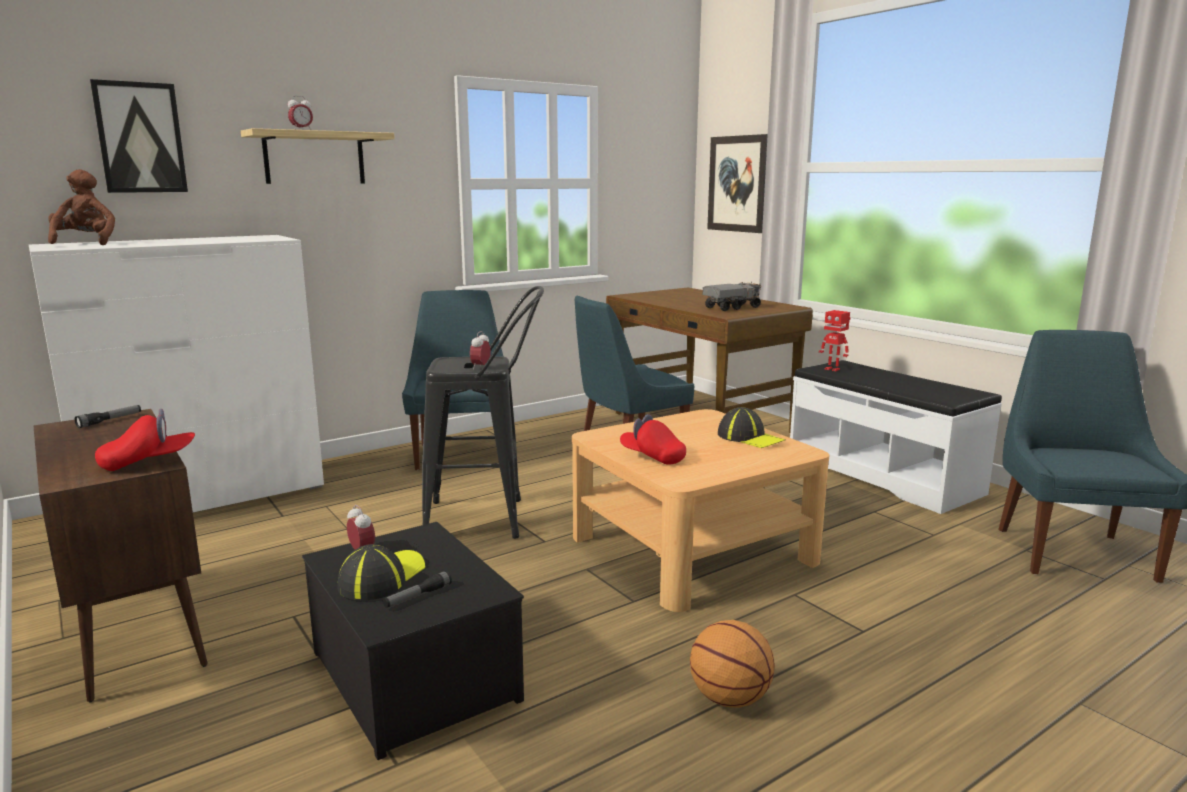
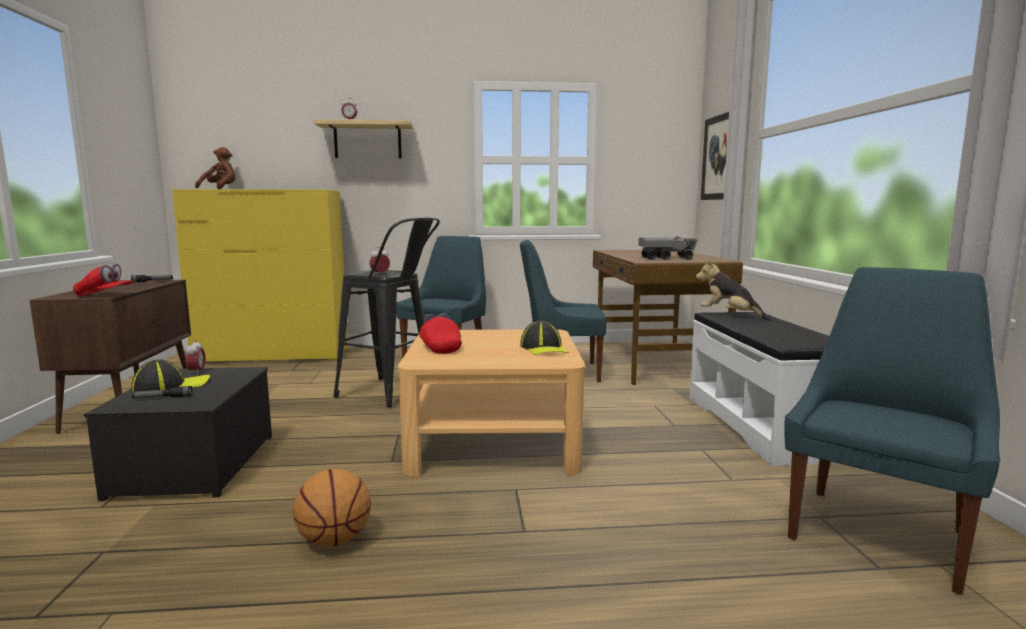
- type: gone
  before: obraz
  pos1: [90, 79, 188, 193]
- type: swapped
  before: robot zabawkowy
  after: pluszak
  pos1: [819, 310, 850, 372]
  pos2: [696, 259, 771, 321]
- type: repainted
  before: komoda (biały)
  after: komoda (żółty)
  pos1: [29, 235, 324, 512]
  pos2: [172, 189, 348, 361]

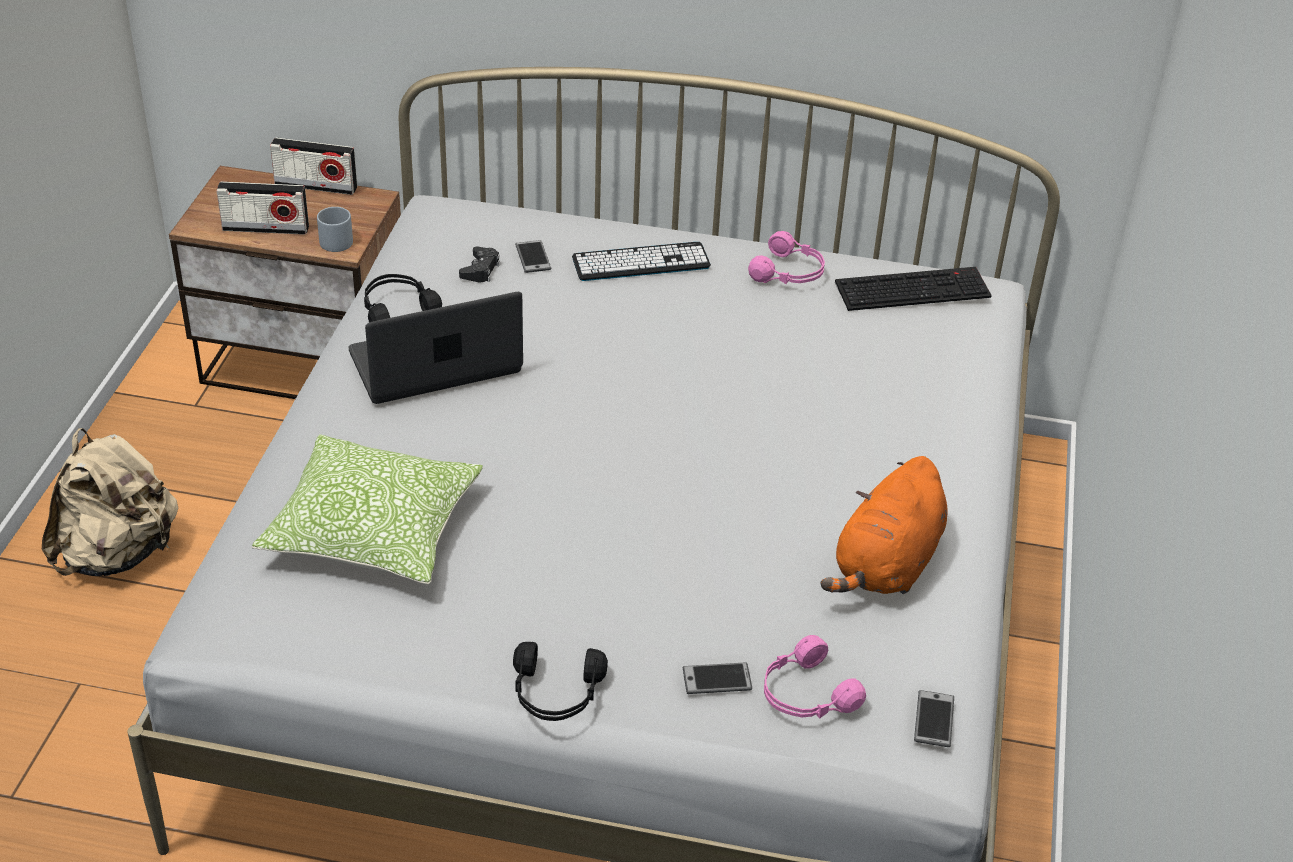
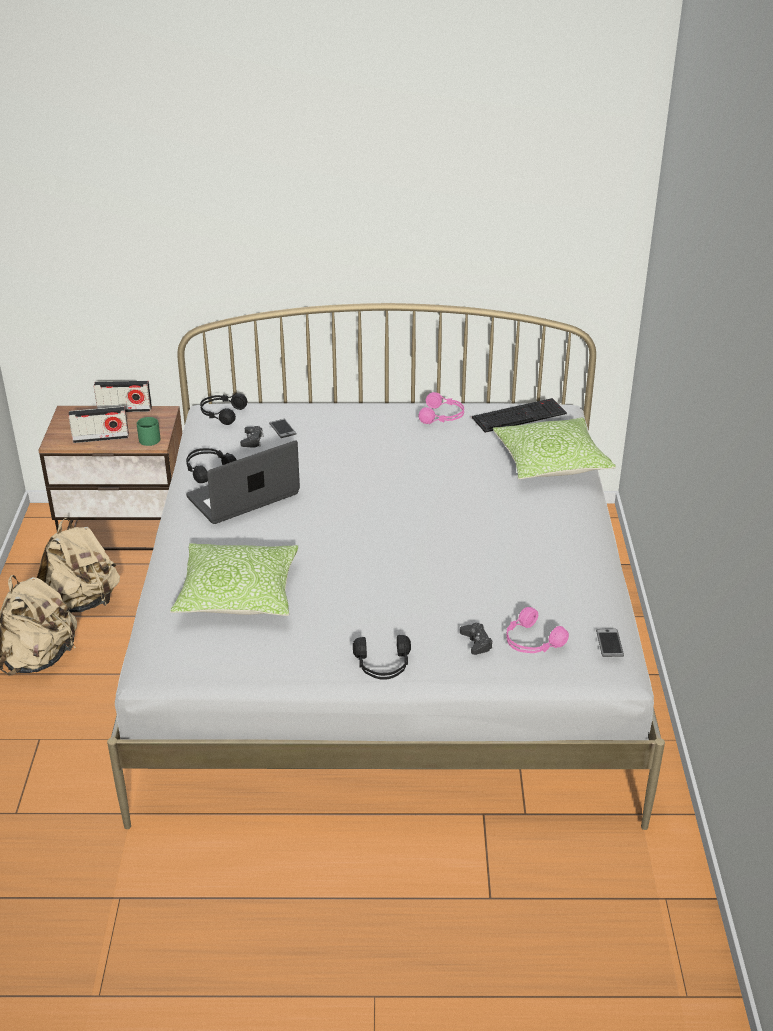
- type: gone
  before: klawiatura
  pos1: [572, 242, 711, 281]
- type: gone
  before: pluszak (pomarańczowy)
  pos1: [821, 456, 948, 594]
- type: new
  after: plecak (beżowy)
  pos2: [37, 518, 120, 613]
- type: new
  after: słuchawki (czarny)
  pos2: [200, 393, 247, 425]
- type: new
  after: poduszka
  pos2: [493, 417, 616, 479]
- type: swapped
  before: telefon
  after: pad do gier (czarny)
  pos1: [683, 662, 752, 694]
  pos2: [460, 623, 493, 655]
- type: repainted
  before: kubek (szary)
  after: kubek (zielony)
  pos1: [317, 207, 353, 252]
  pos2: [137, 417, 160, 446]

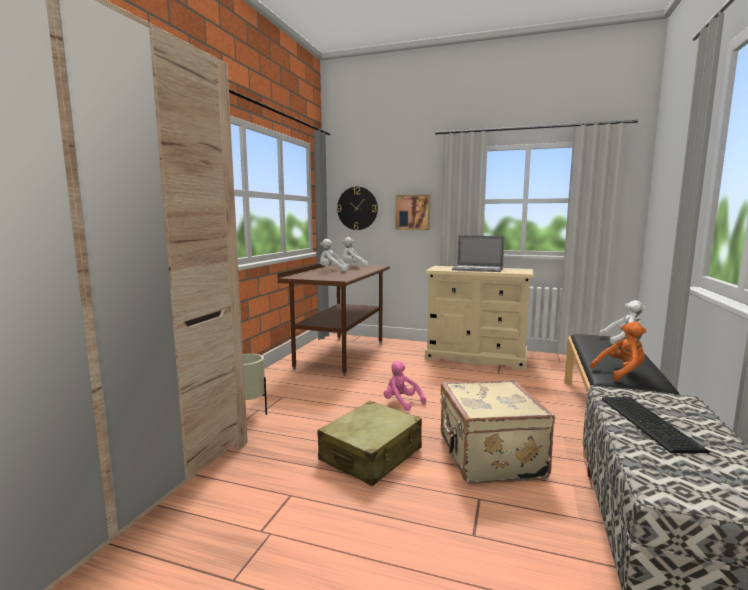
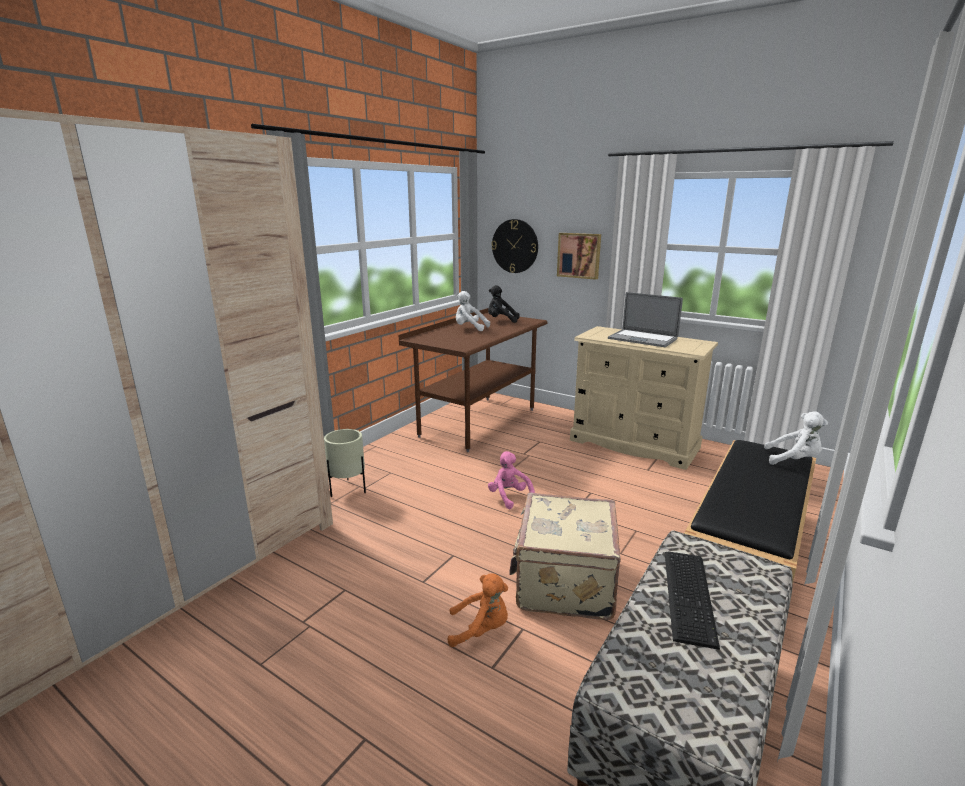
- type: gone
  before: walizka (beżowy)
  pos1: [318, 401, 422, 486]
- type: shifted
  before: pluszak (pomarańczowy)
  pos1: [590, 321, 646, 381]
  pos2: [448, 573, 508, 647]
- type: repainted
  before: pluszak (biały)
  after: pluszak (czarny)
  pos1: [342, 237, 368, 267]
  pos2: [488, 285, 520, 323]

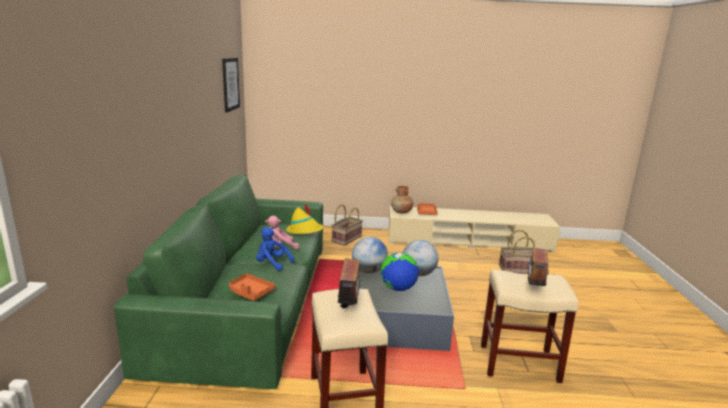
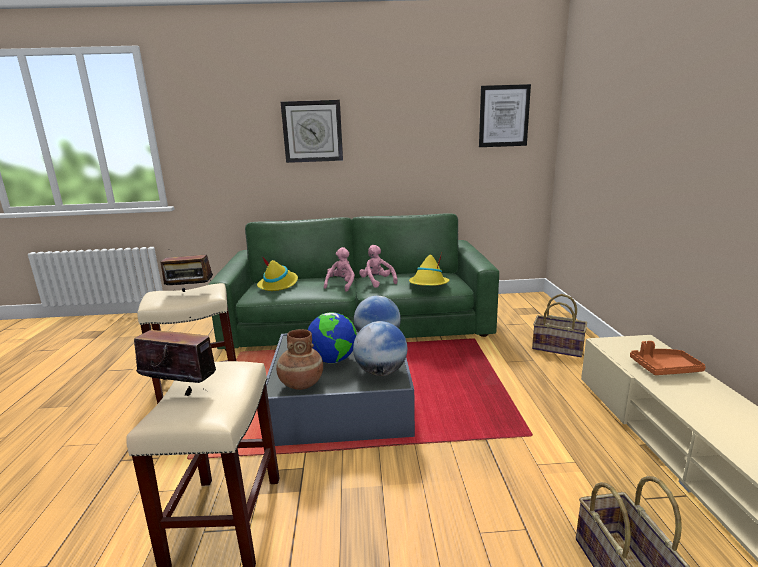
- type: new
  after: zegar ścienny
  pos2: [281, 100, 343, 163]
- type: shifted
  before: wazon (brązowy)
  pos1: [391, 186, 413, 214]
  pos2: [276, 329, 323, 390]
- type: swapped
  before: taca (pomarańczowy)
  after: kapelusz (żółty)
  pos1: [229, 273, 275, 301]
  pos2: [257, 257, 298, 291]
- type: repainted
  before: pluszak (niebieski)
  after: pluszak (różowy)
  pos1: [256, 227, 294, 271]
  pos2: [324, 247, 355, 292]

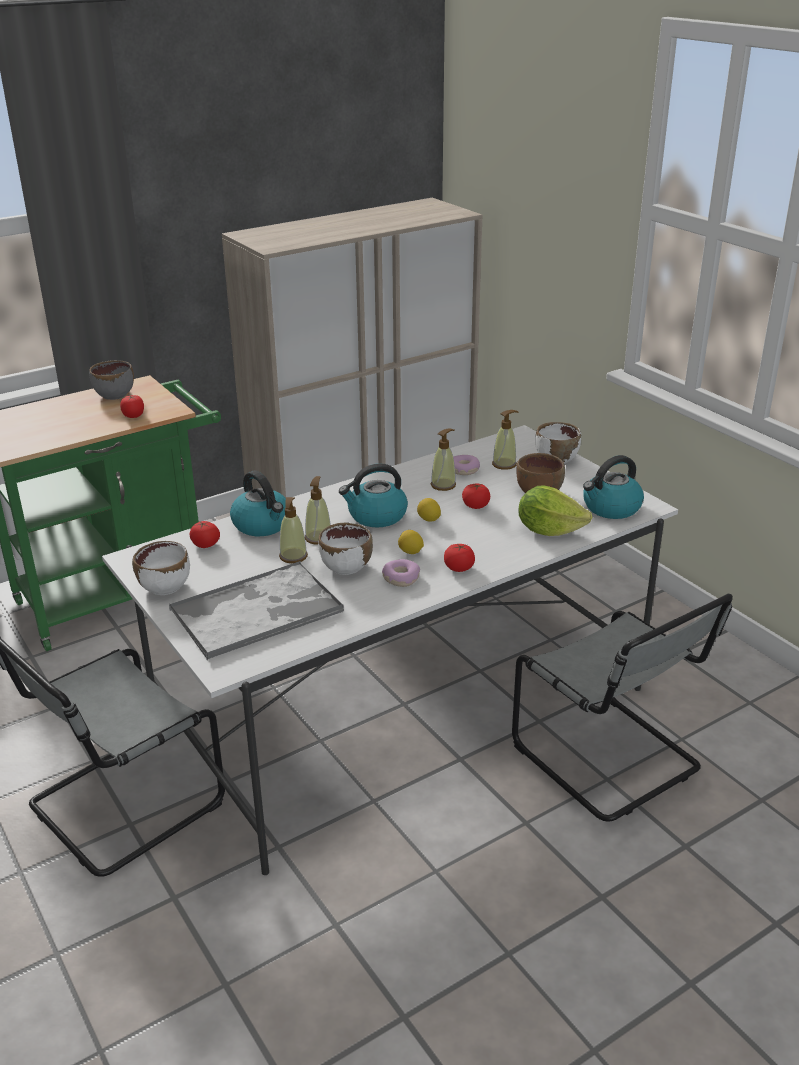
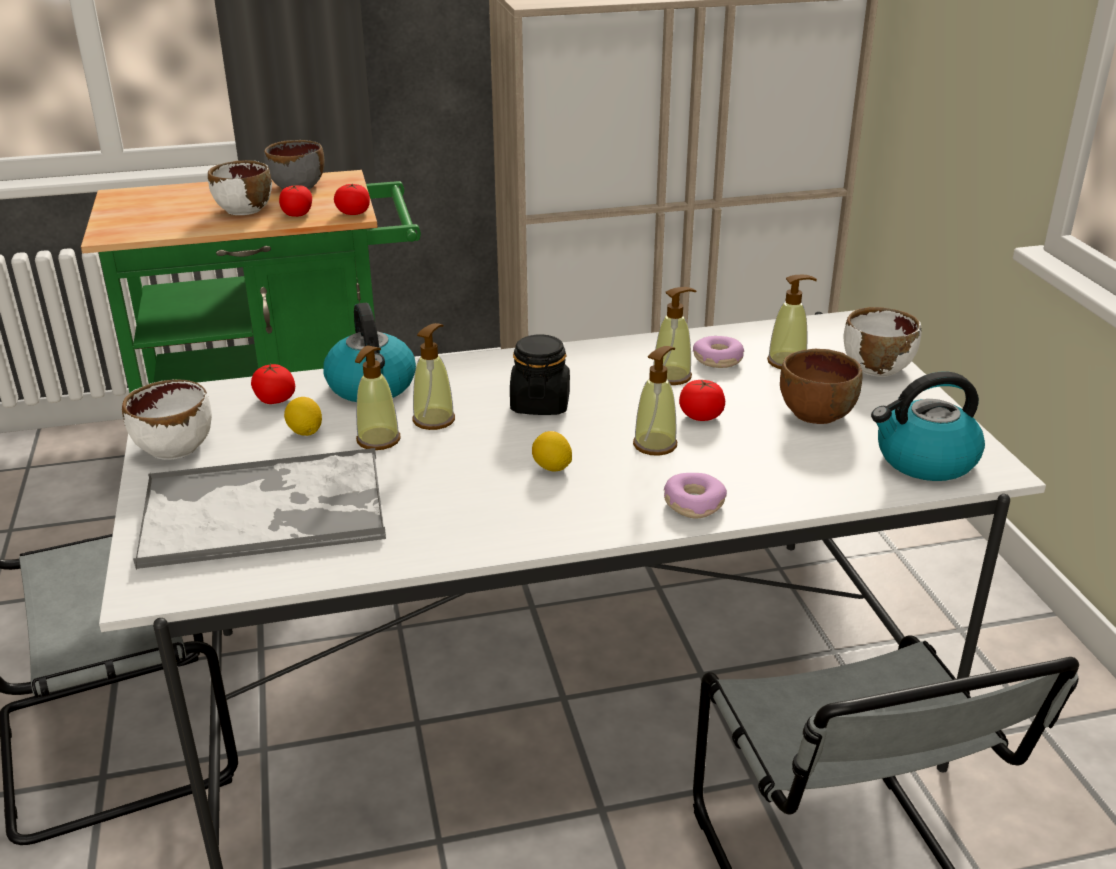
- type: gone
  before: sałata
  pos1: [518, 485, 592, 536]
- type: new
  after: dozownik mydła
  pos2: [633, 346, 677, 456]
- type: shifted
  before: miska (biały)
  pos1: [318, 522, 373, 575]
  pos2: [208, 160, 272, 215]
- type: shifted
  before: donut
  pos1: [382, 559, 420, 587]
  pos2: [664, 473, 727, 519]
- type: shifted
  before: cytryna
  pos1: [417, 498, 441, 522]
  pos2: [284, 397, 322, 436]
- type: shifted
  before: pomidor
  pos1: [444, 544, 475, 572]
  pos2: [334, 184, 370, 215]
- type: swapped
  before: czajnik
  after: słoik (czarny)
  pos1: [339, 463, 408, 527]
  pos2: [510, 334, 570, 415]

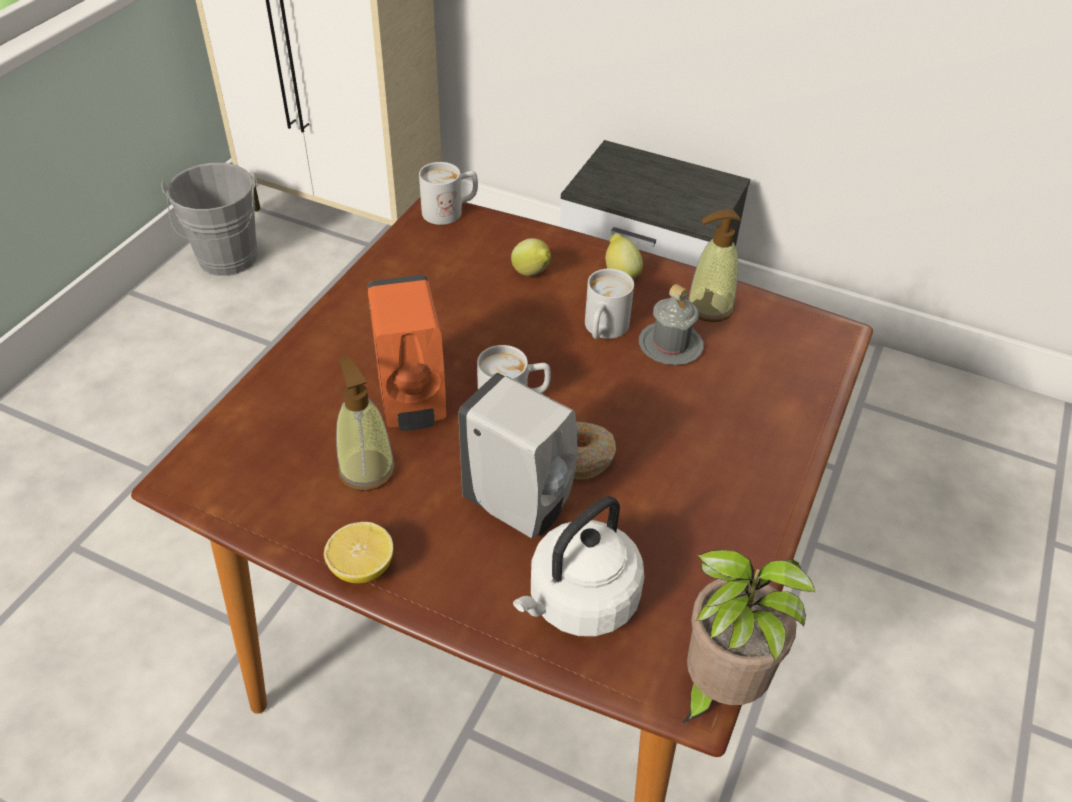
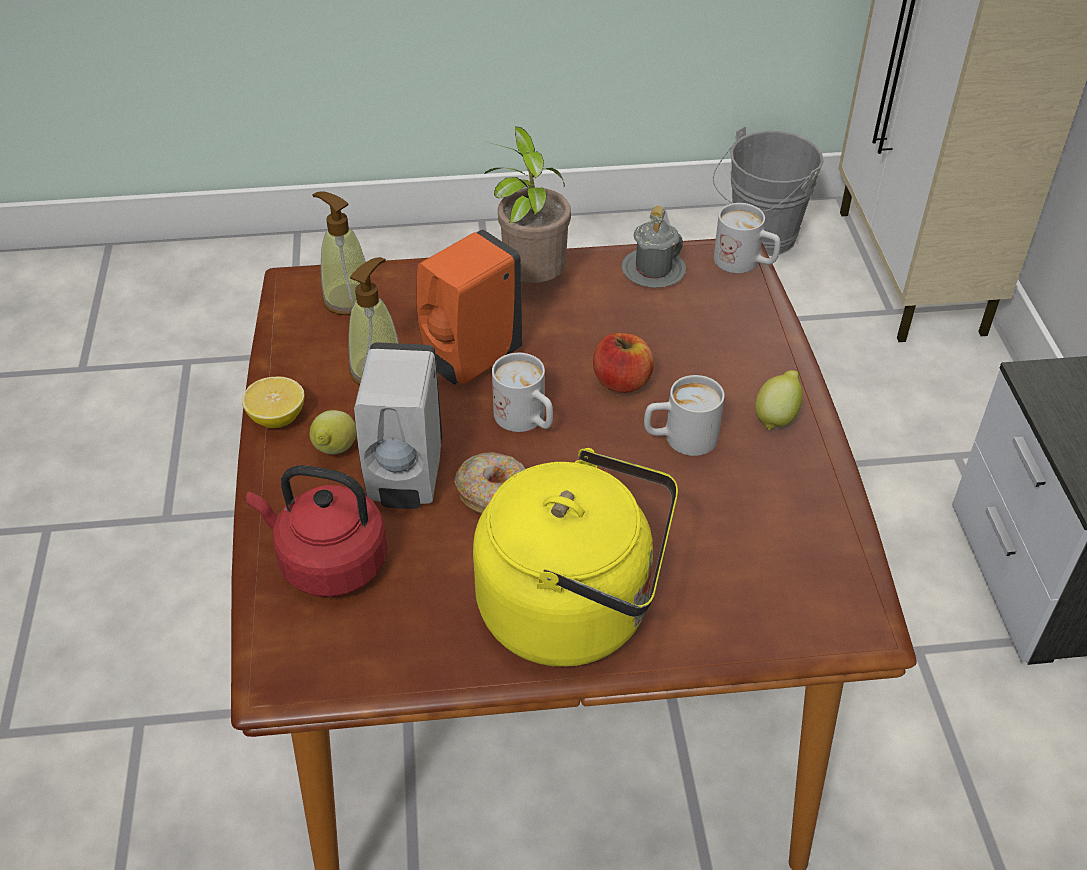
- type: new
  after: czajnik (żółty)
  pos2: [473, 448, 678, 667]
- type: new
  after: jabłko
  pos2: [593, 333, 654, 393]
- type: shifted
  before: cytryna
  pos1: [511, 238, 551, 276]
  pos2: [310, 410, 356, 455]
- type: shifted
  before: kubek (szary)
  pos1: [639, 284, 704, 365]
  pos2: [621, 206, 686, 288]
- type: shifted
  before: roślina doniczkowa
  pos1: [681, 550, 816, 724]
  pos2: [484, 126, 571, 283]
- type: shifted
  before: dozownik mydła
  pos1: [687, 209, 741, 322]
  pos2: [312, 191, 366, 315]
- type: repainted
  before: czajnik (biały)
  after: czajnik (czerwony)
  pos1: [513, 496, 644, 637]
  pos2: [246, 465, 388, 597]

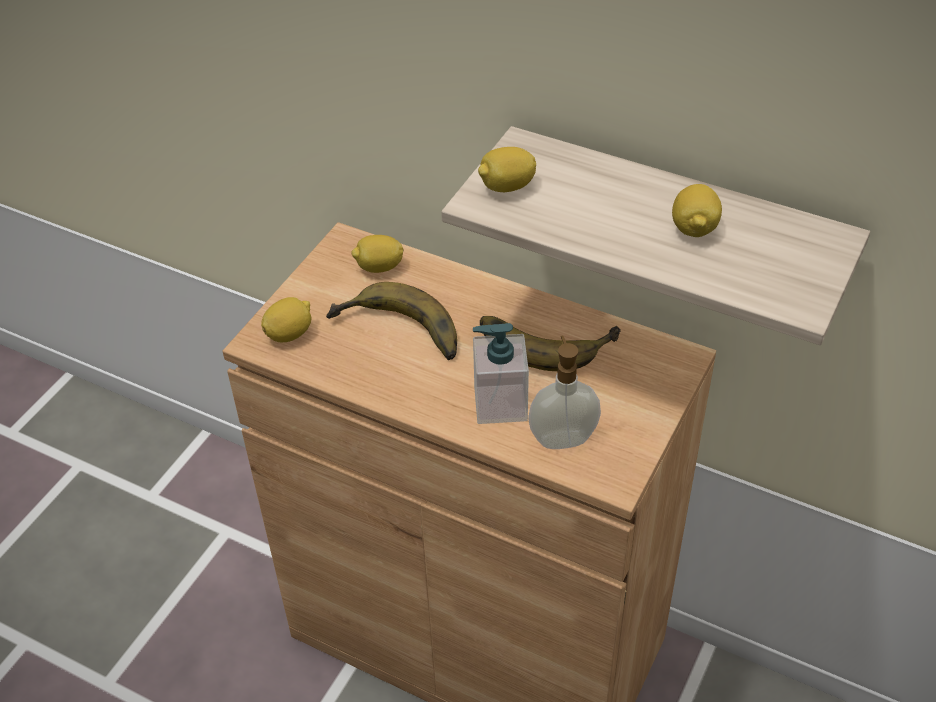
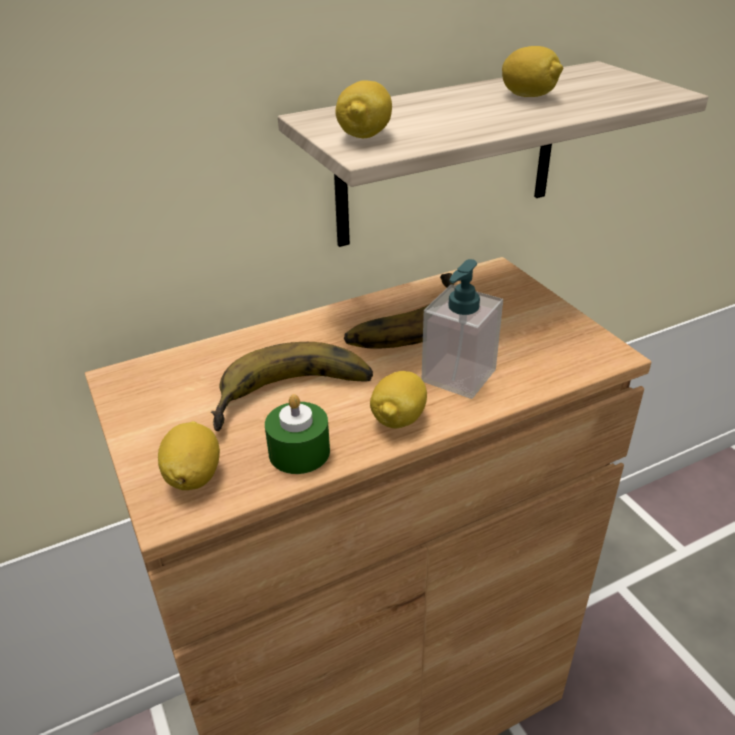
- type: gone
  before: dozownik mydła
  pos1: [529, 336, 601, 449]
- type: new
  after: świeca (zielony)
  pos2: [265, 394, 330, 474]
- type: shifted
  before: cytryna
  pos1: [352, 235, 404, 273]
  pos2: [370, 371, 427, 428]

